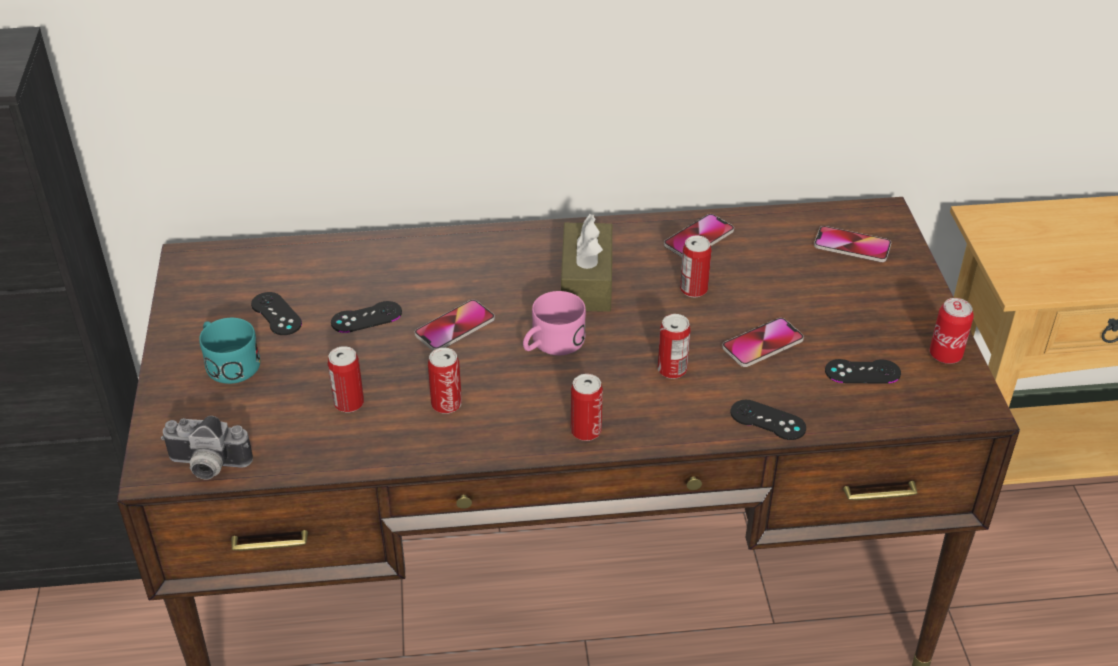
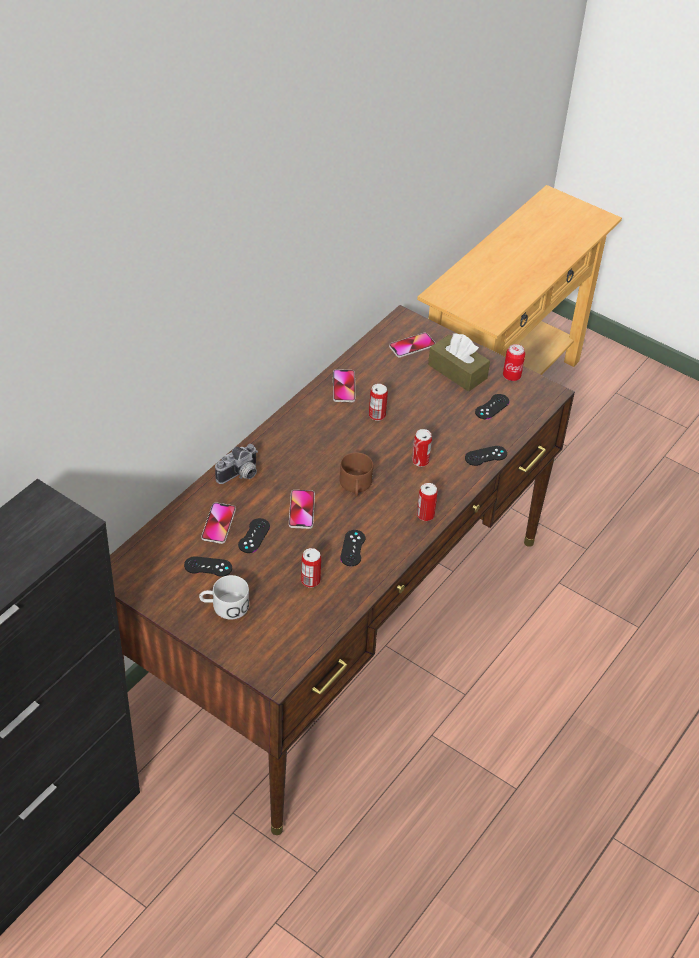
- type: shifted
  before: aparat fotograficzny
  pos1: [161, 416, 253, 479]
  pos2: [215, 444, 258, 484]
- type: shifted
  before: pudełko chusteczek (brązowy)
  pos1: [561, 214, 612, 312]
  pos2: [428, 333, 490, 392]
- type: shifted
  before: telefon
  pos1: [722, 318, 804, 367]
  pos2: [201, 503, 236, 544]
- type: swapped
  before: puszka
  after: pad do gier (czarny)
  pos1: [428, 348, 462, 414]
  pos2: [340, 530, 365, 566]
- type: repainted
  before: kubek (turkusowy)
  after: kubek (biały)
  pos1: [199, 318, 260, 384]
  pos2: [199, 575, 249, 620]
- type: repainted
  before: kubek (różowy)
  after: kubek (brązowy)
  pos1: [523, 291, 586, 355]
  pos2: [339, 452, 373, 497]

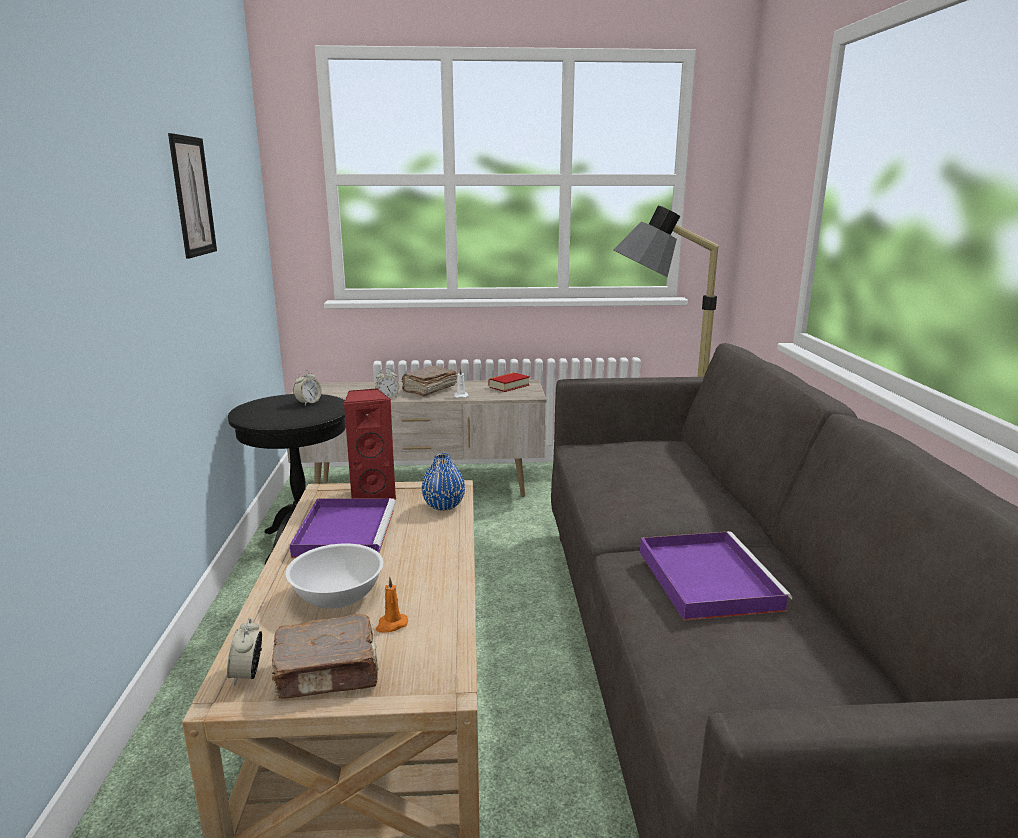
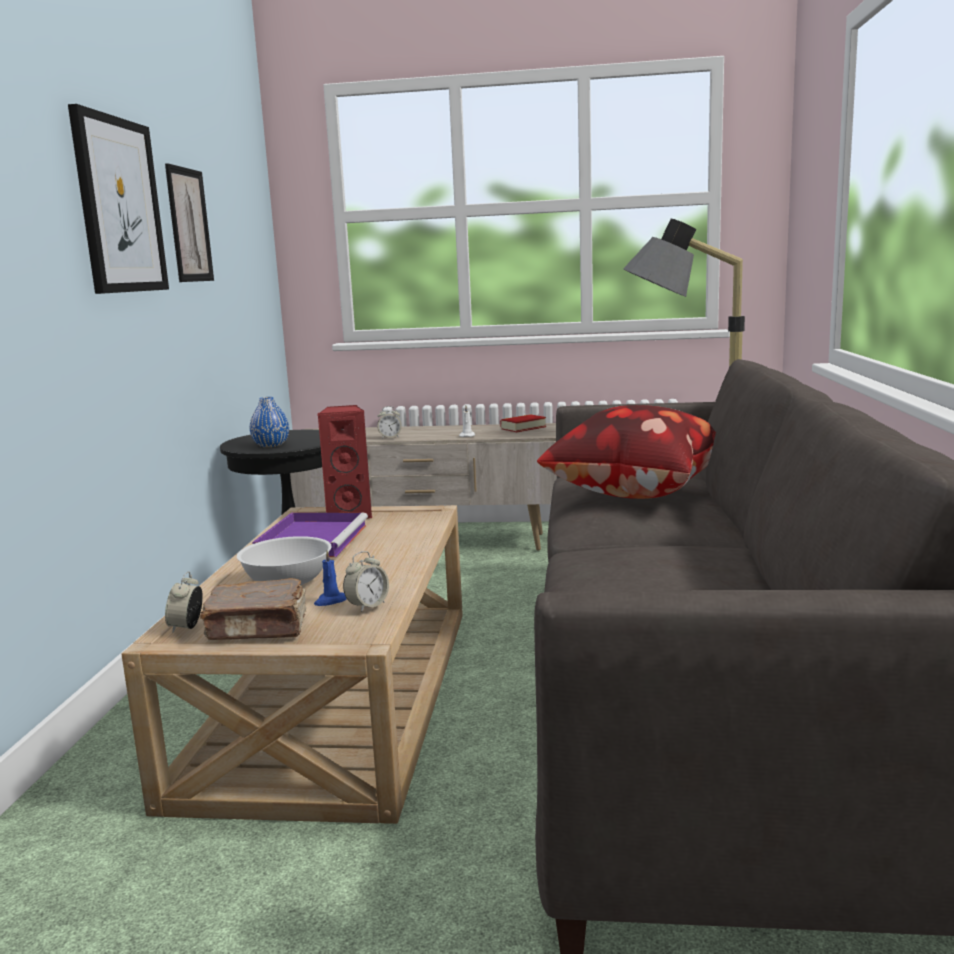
- type: gone
  before: książka (brązowy)
  pos1: [402, 366, 457, 396]
- type: gone
  before: taca (fioletowy)
  pos1: [640, 531, 793, 620]
- type: new
  after: obraz
  pos2: [68, 104, 169, 294]
- type: new
  after: poduszka
  pos2: [537, 405, 716, 499]
- type: shifted
  before: budzik
  pos1: [293, 370, 322, 405]
  pos2: [343, 551, 389, 612]
- type: shifted
  before: wazon (niebieski)
  pos1: [422, 453, 465, 511]
  pos2: [250, 397, 289, 447]
- type: repainted
  before: świeca (pomarańczowy)
  after: świeca (niebieski)
  pos1: [376, 577, 408, 633]
  pos2: [314, 550, 347, 606]

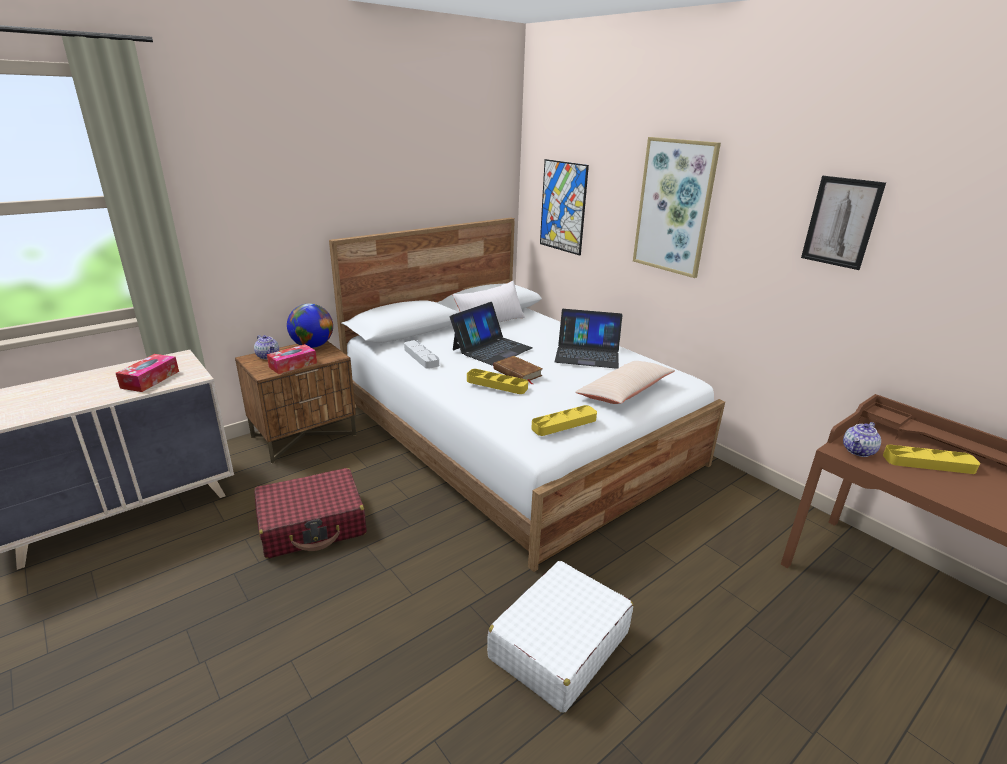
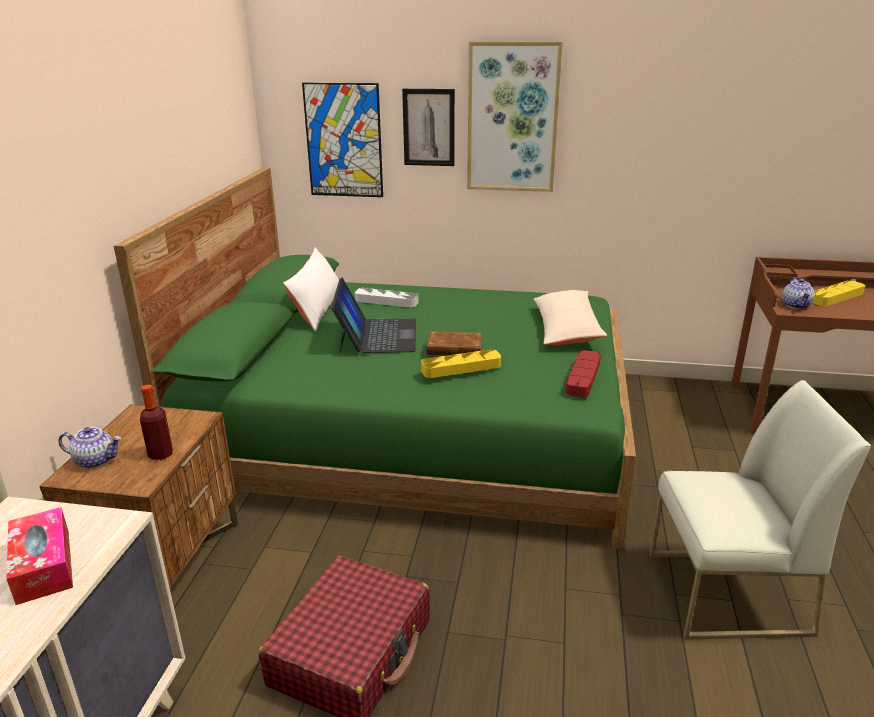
- type: gone
  before: globus
  pos1: [287, 304, 333, 348]
- type: gone
  before: laptop
  pos1: [555, 309, 622, 369]
- type: shifted
  before: taca (szary)
  pos1: [404, 340, 439, 369]
  pos2: [355, 288, 419, 308]
- type: shifted
  before: obraz
  pos1: [801, 176, 886, 270]
  pos2: [402, 89, 455, 166]
- type: swapped
  before: pudełko chusteczek
  after: butelka
  pos1: [267, 344, 317, 374]
  pos2: [140, 385, 173, 460]
- type: swapped
  before: walizka (biały)
  after: krzesło (biały)
  pos1: [487, 561, 633, 713]
  pos2: [650, 380, 871, 640]
- type: repainted
  before: łóżko (biały)
  after: łóżko (zielony)
  pos1: [329, 218, 725, 572]
  pos2: [114, 167, 636, 549]
- type: repainted
  before: taca (żółty)
  after: taca (czerwony)
  pos1: [531, 405, 597, 436]
  pos2: [565, 350, 601, 398]

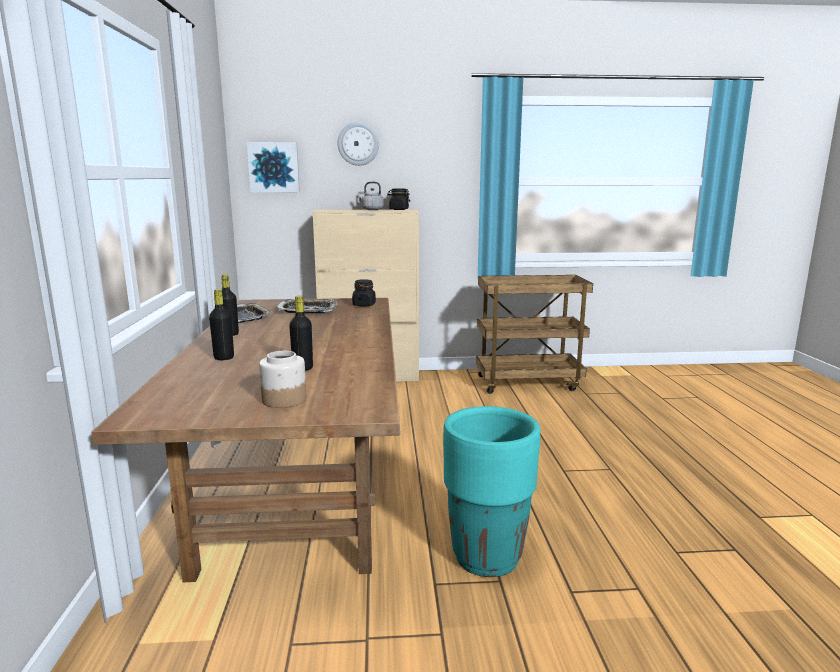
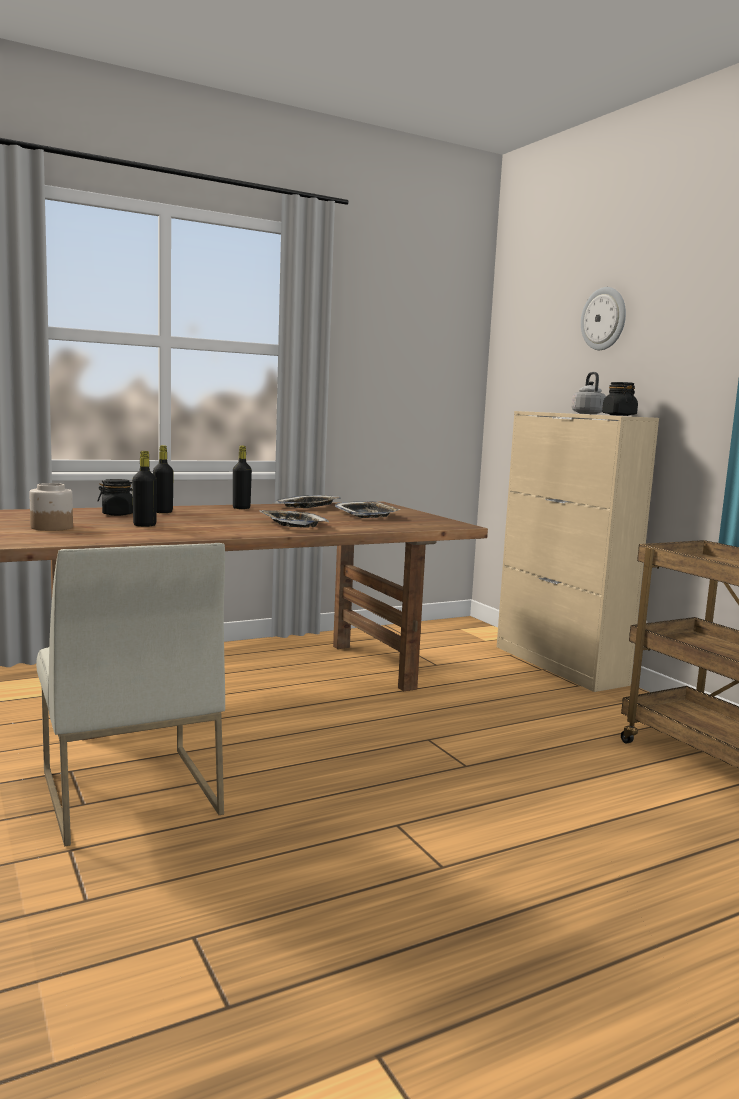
- type: gone
  before: obraz
  pos1: [247, 142, 300, 193]
- type: new
  after: taca
  pos2: [259, 510, 329, 527]
- type: shifted
  before: słoik (czarny)
  pos1: [352, 279, 376, 307]
  pos2: [98, 479, 133, 516]
- type: swapped
  before: donica (turkusowy)
  after: krzesło (biały)
  pos1: [443, 406, 540, 577]
  pos2: [36, 543, 225, 846]

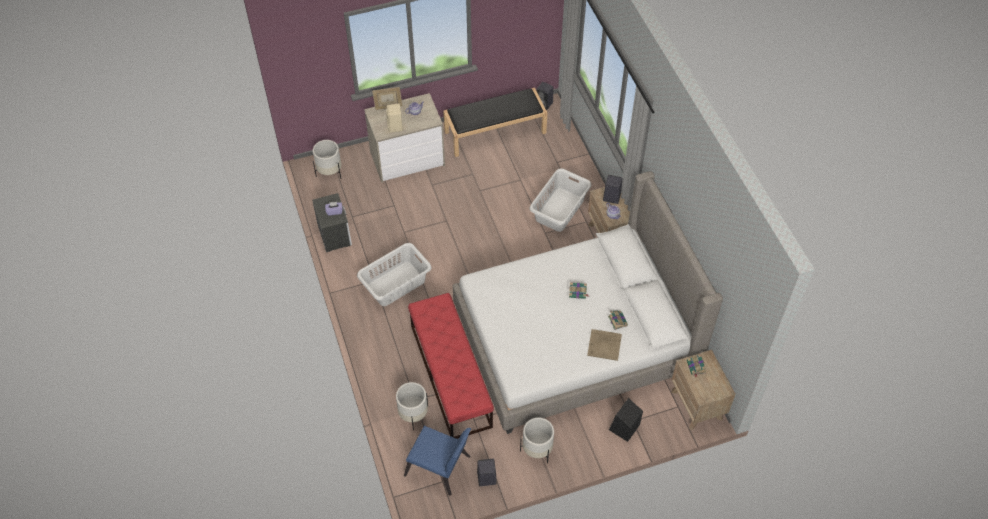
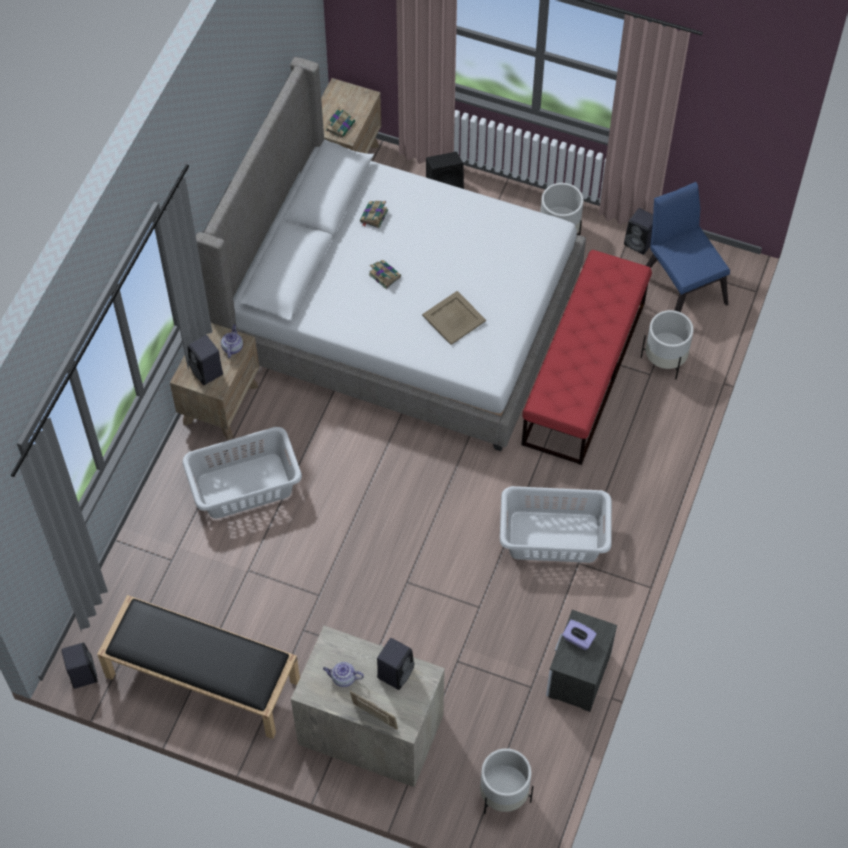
- type: shifted
  before: taca (beżowy)
  pos1: [587, 329, 622, 361]
  pos2: [422, 291, 486, 345]
- type: repainted
  before: głośnik (beżowy)
  after: głośnik (czarny)
  pos1: [386, 104, 403, 133]
  pos2: [377, 638, 414, 690]

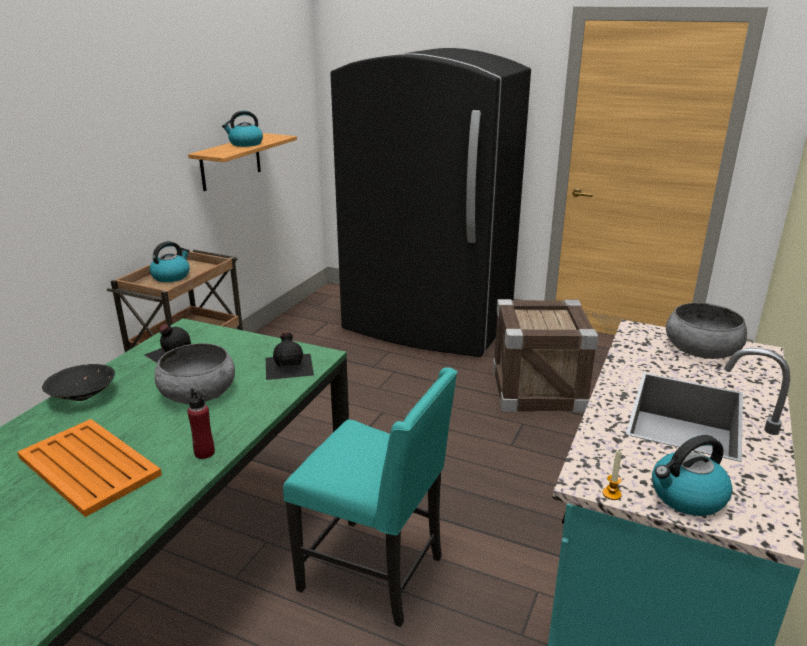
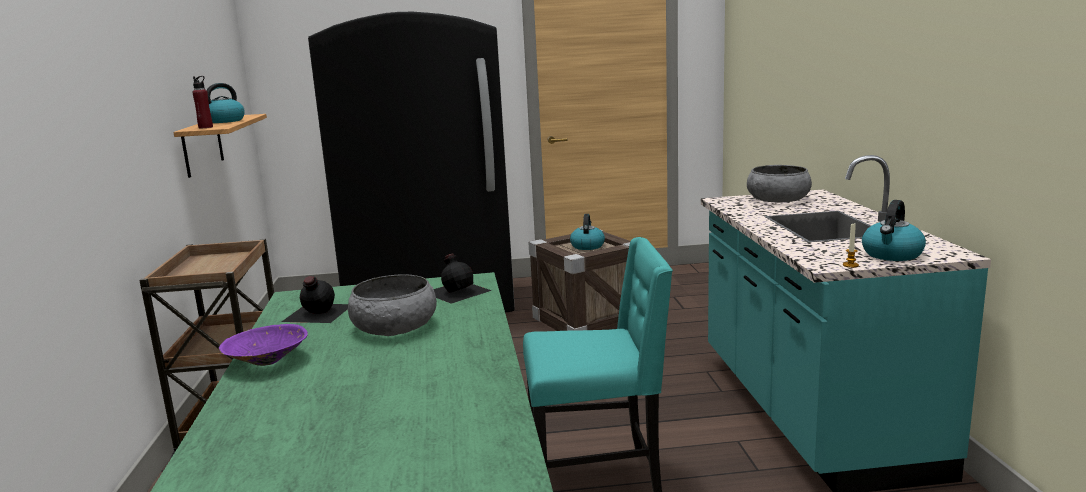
- type: gone
  before: taca (pomarańczowy)
  pos1: [17, 419, 162, 517]
- type: shifted
  before: czajnik
  pos1: [149, 241, 190, 282]
  pos2: [570, 214, 605, 250]
- type: shifted
  before: butelka (czerwony)
  pos1: [188, 388, 215, 459]
  pos2: [193, 76, 213, 128]
- type: repainted
  before: miska (czarny)
  after: miska (fioletowy)
  pos1: [42, 364, 115, 401]
  pos2: [219, 324, 308, 366]

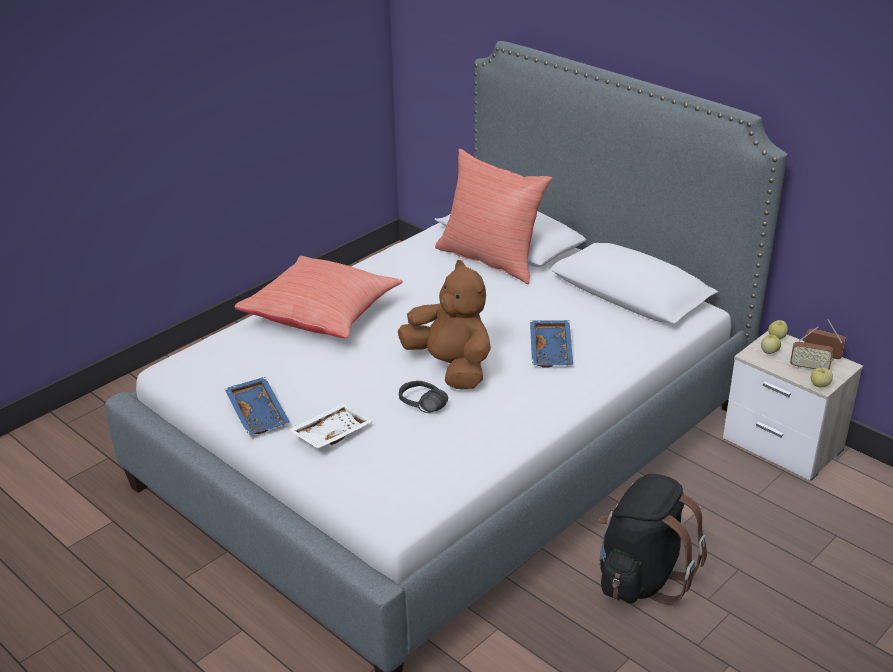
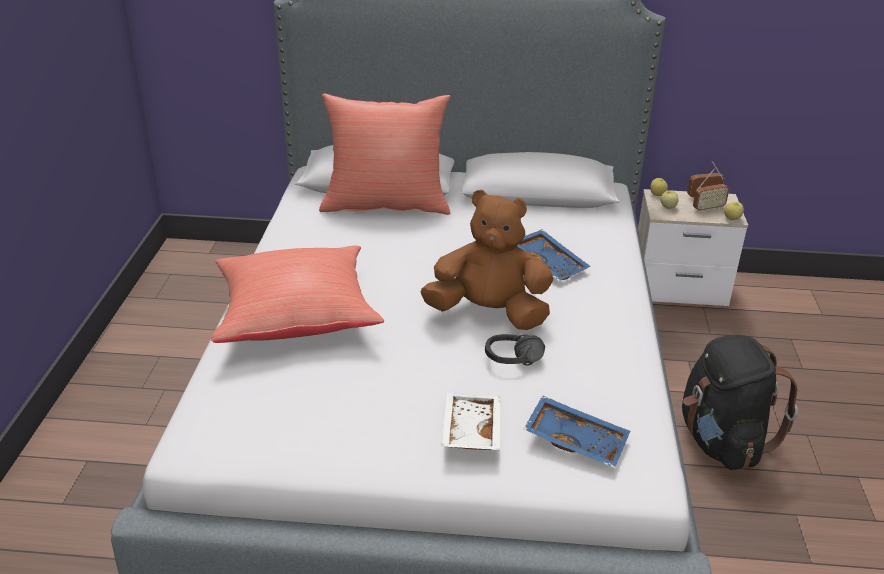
- type: shifted
  before: taca (niebieski)
  pos1: [225, 377, 290, 435]
  pos2: [524, 395, 630, 468]

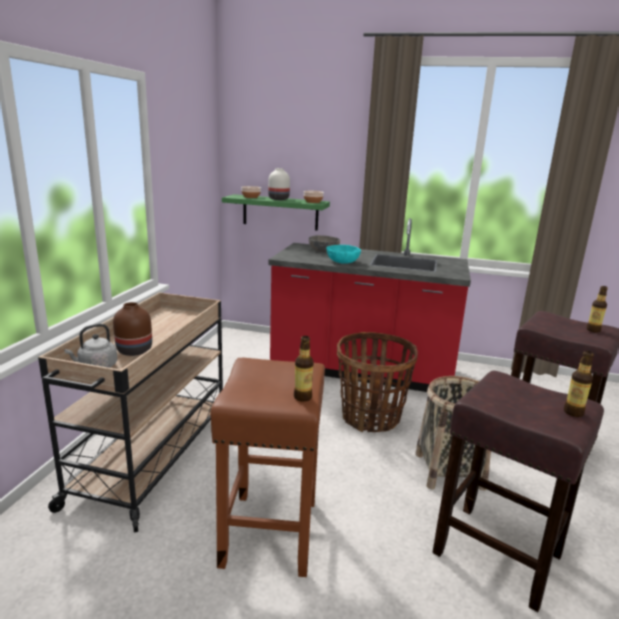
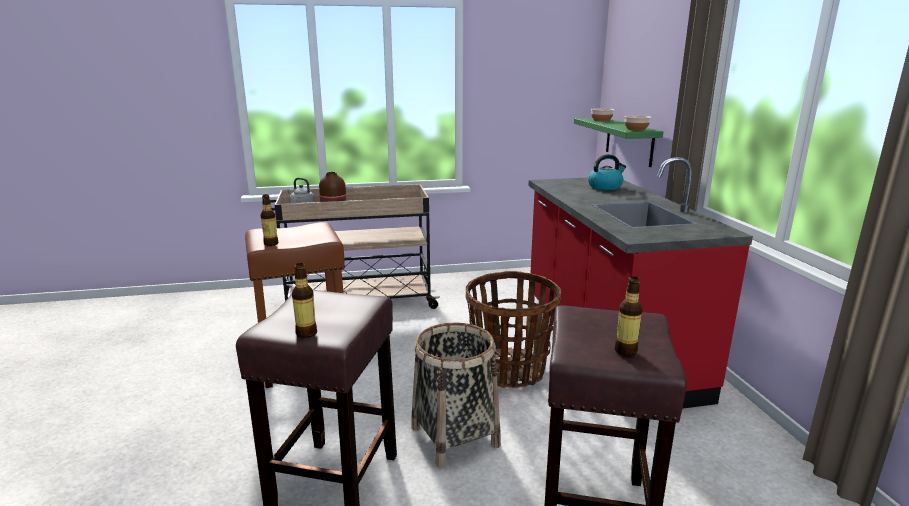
- type: gone
  before: wazon (biały)
  pos1: [268, 168, 290, 200]
- type: gone
  before: miska (turkusowy)
  pos1: [326, 245, 361, 264]
- type: swapped
  before: miska (szary)
  after: czajnik
  pos1: [309, 235, 340, 252]
  pos2: [588, 154, 626, 190]

